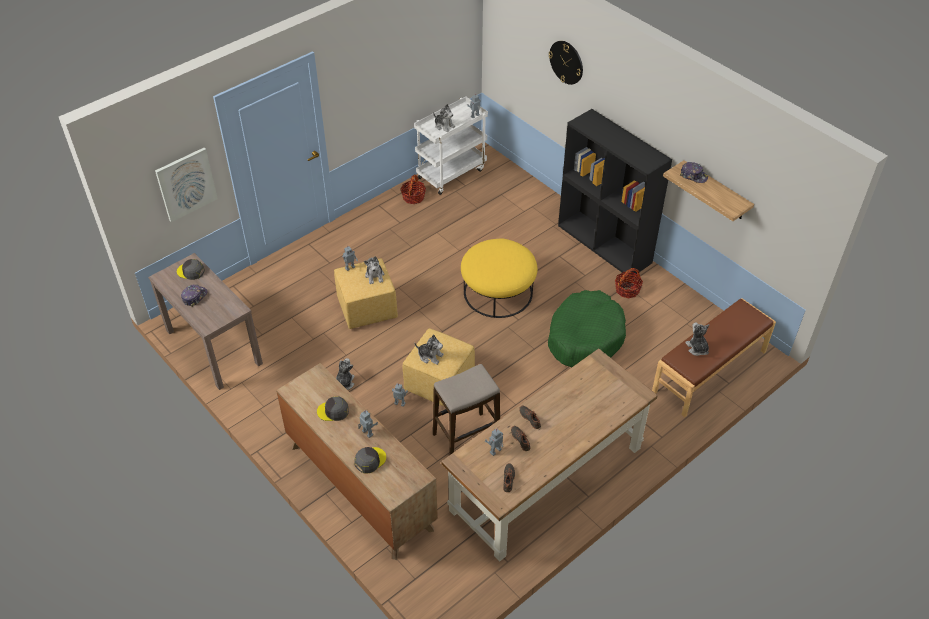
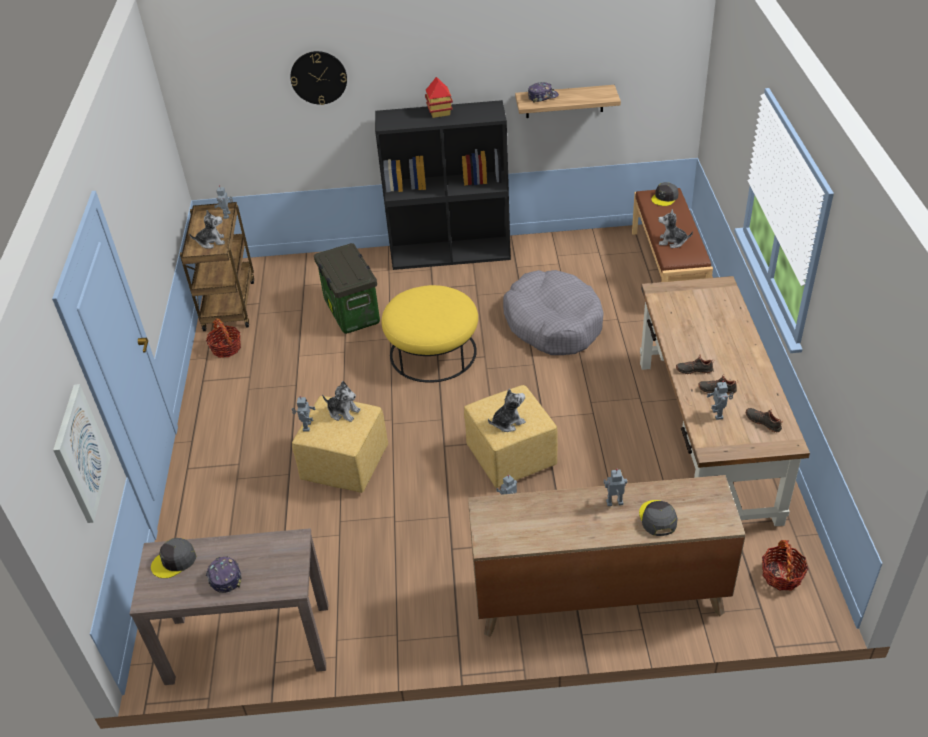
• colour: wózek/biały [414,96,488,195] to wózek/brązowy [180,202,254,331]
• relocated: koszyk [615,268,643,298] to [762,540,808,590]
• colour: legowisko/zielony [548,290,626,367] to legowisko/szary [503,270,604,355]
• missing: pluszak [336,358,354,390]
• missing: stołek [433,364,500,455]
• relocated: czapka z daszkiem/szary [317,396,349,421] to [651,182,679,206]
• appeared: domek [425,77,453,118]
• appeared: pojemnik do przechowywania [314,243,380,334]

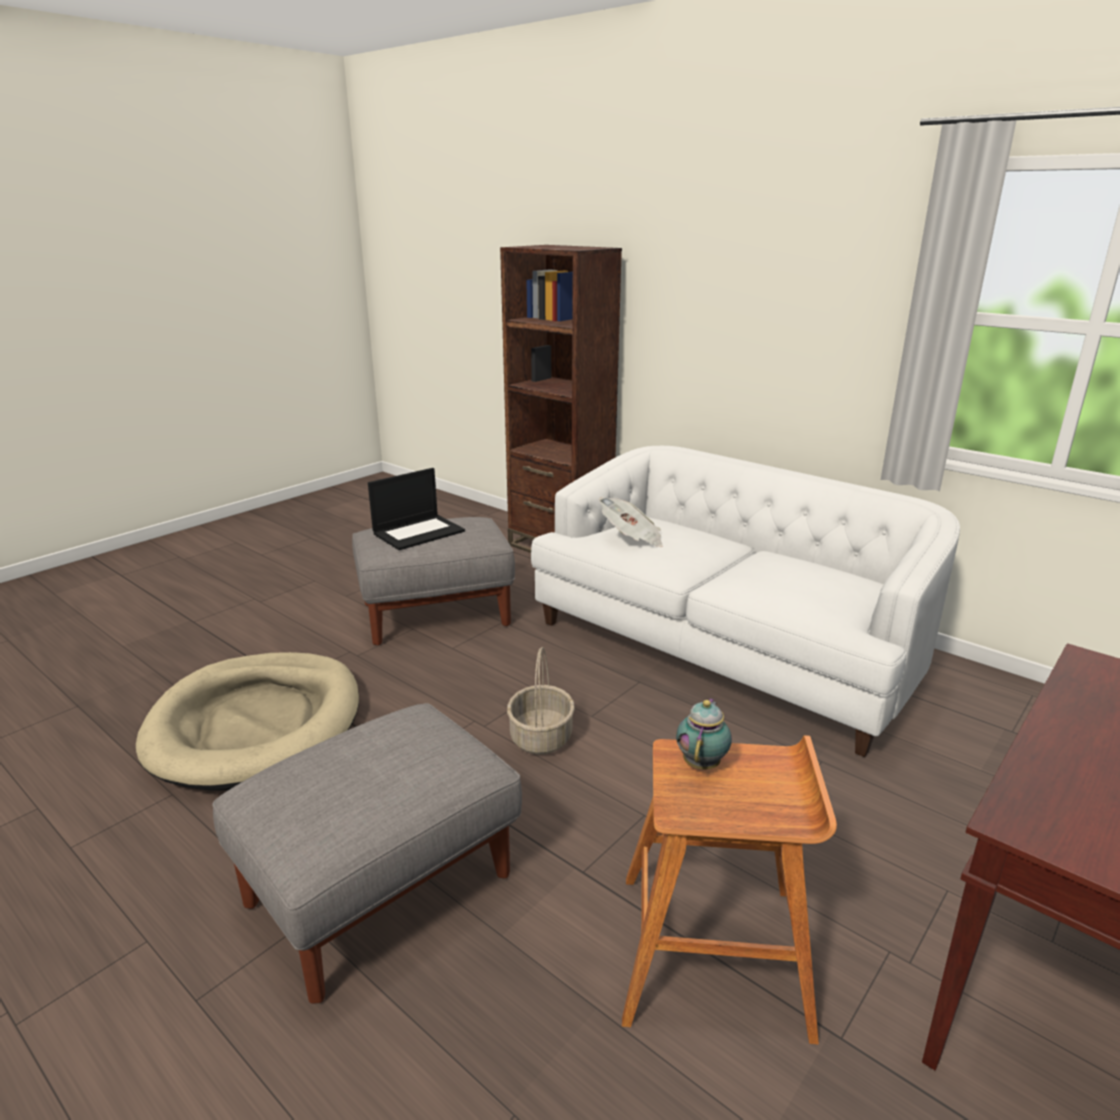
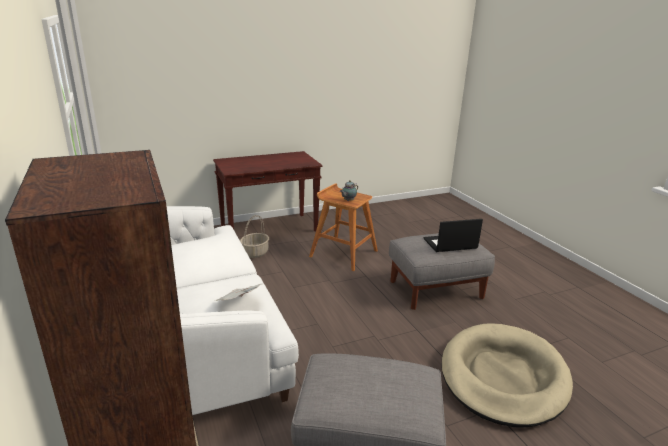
• relocated: laptop [368,468,465,550] to [423,219,483,252]
• relocated: koszyk [507,647,575,755] to [240,215,269,258]

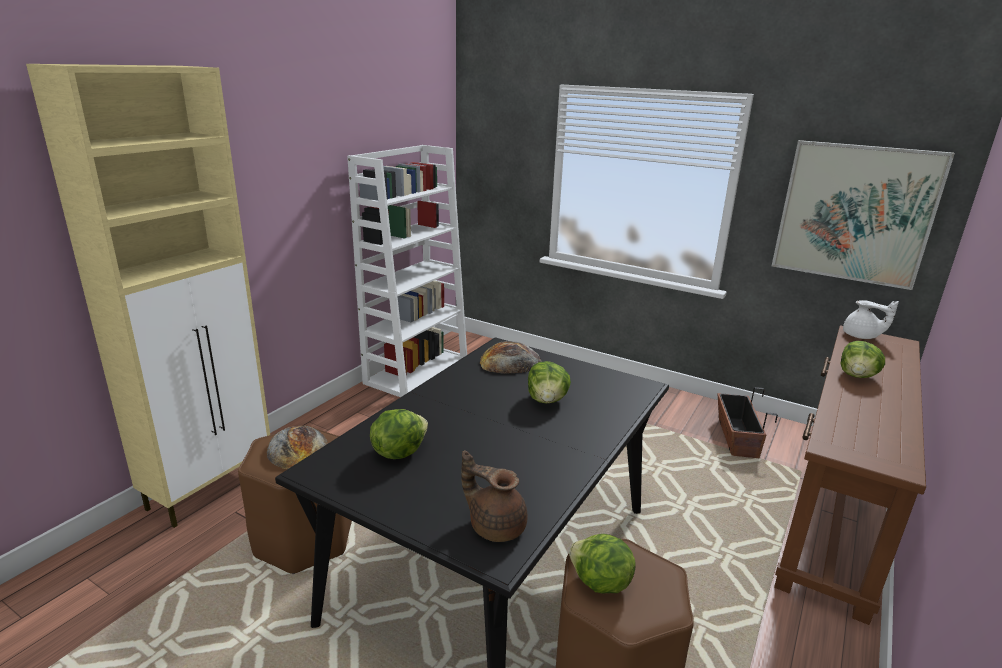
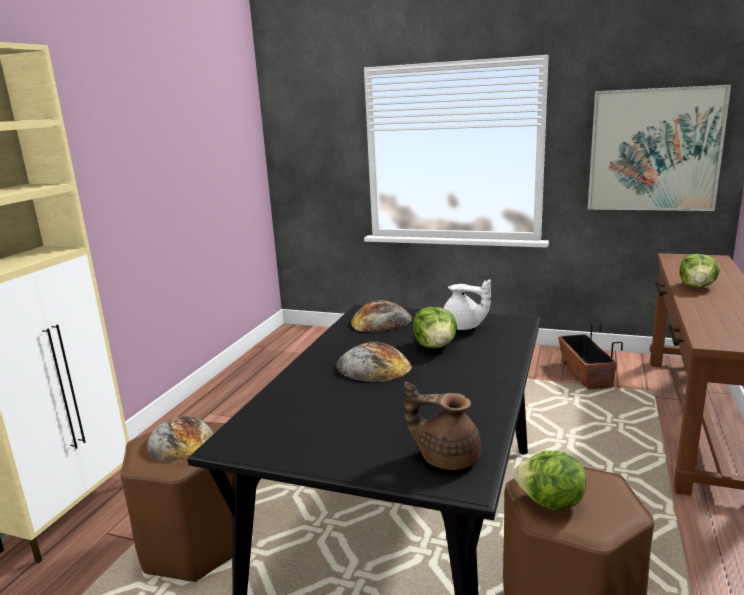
• missing: regał/biały [347,145,467,397]
• relocated: imbryk/biały [843,300,899,339] to [443,279,491,330]
• missing: sałata [370,409,428,459]
• appeared: chleb [336,341,412,382]

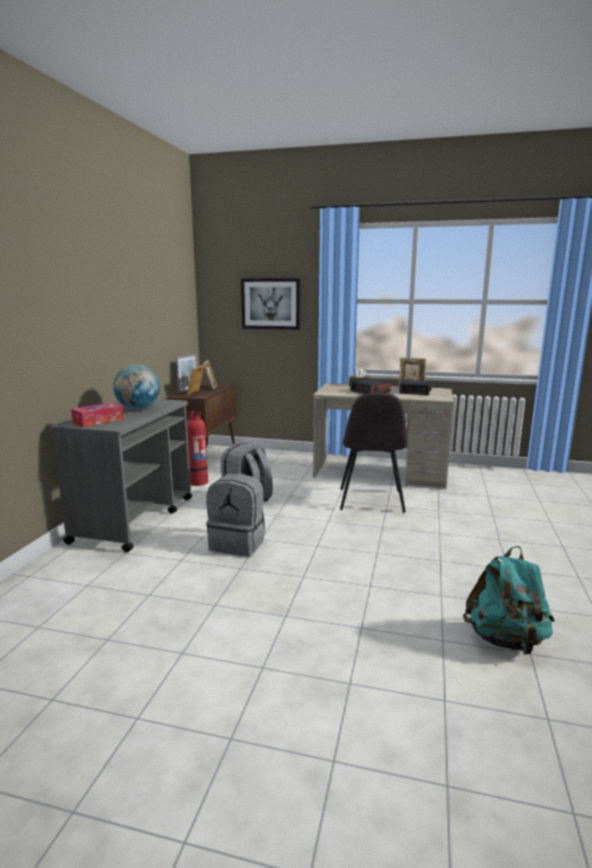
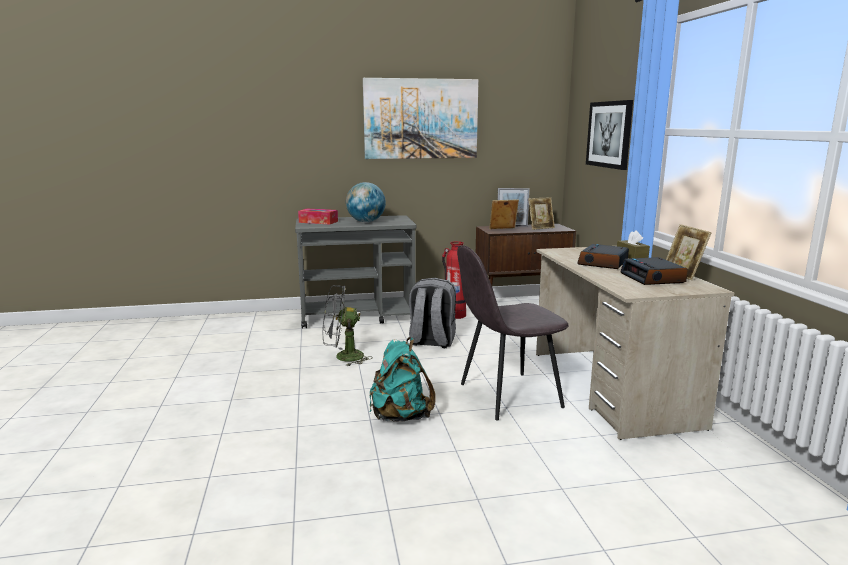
• exchanged: plecak/szary [206,473,265,556] to wentylator/szary [322,285,373,367]
• relocated: plecak/turkusowy [463,546,555,655] to [370,337,436,422]
• appeared: obraz [363,78,479,159]

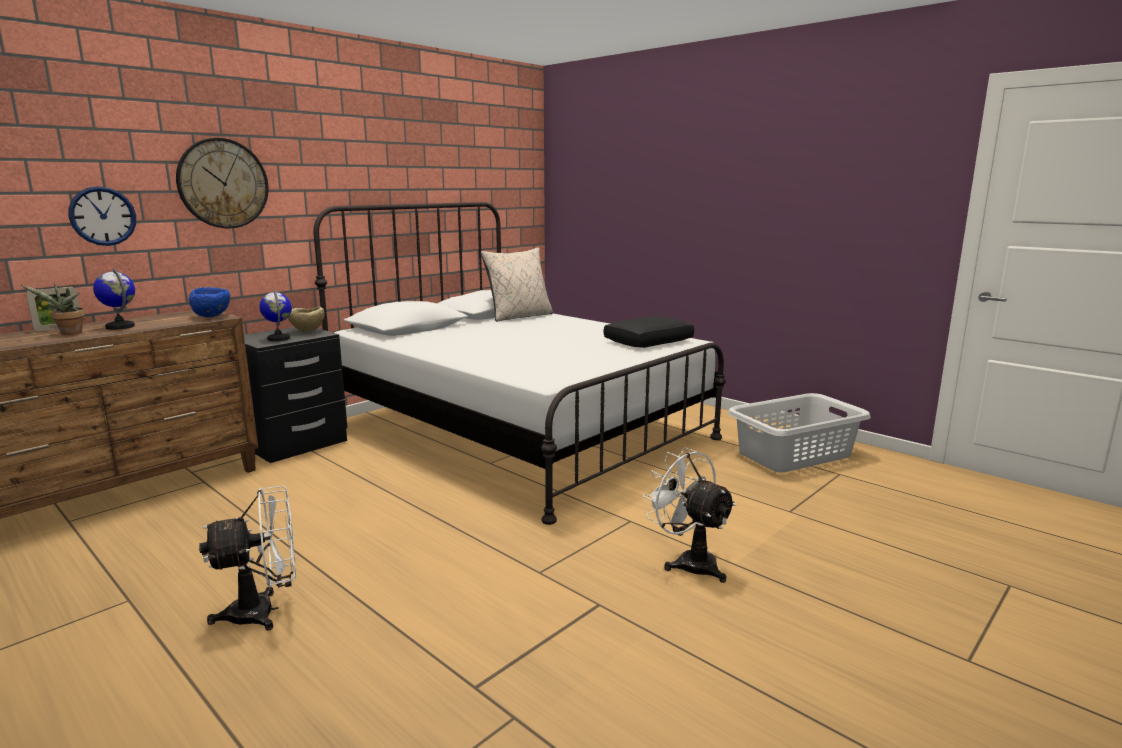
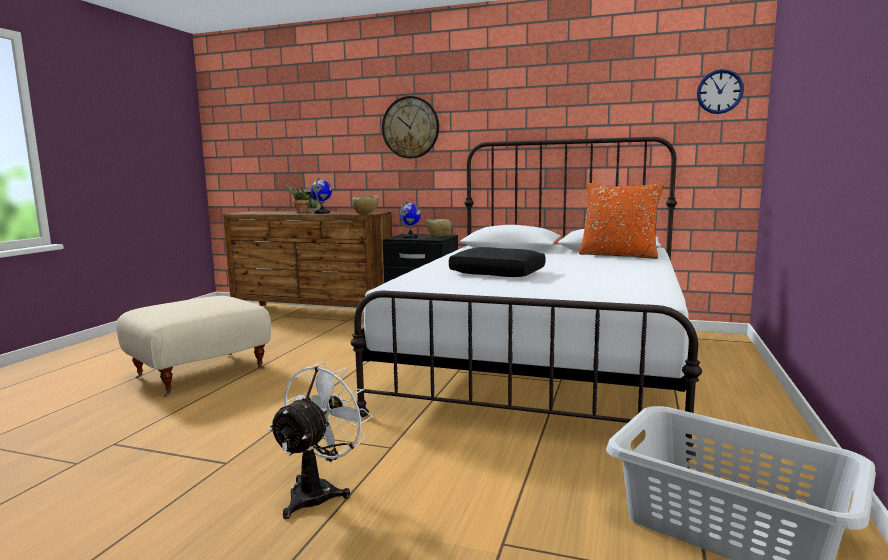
• relocated: zegar ścienny [68,186,136,246] to [697,69,744,114]
• colour: poduszka/beżowy [481,247,553,322] to poduszka/pomarańczowy [579,182,664,259]
• colour: miska/niebieski [189,287,230,317] to miska/beżowy [352,195,379,214]
• relocated: poduszka/czarny [604,316,694,348] to [449,247,546,277]
• exchanged: wentylator/biały [199,486,296,630] to pufa/beżowy [116,296,271,397]

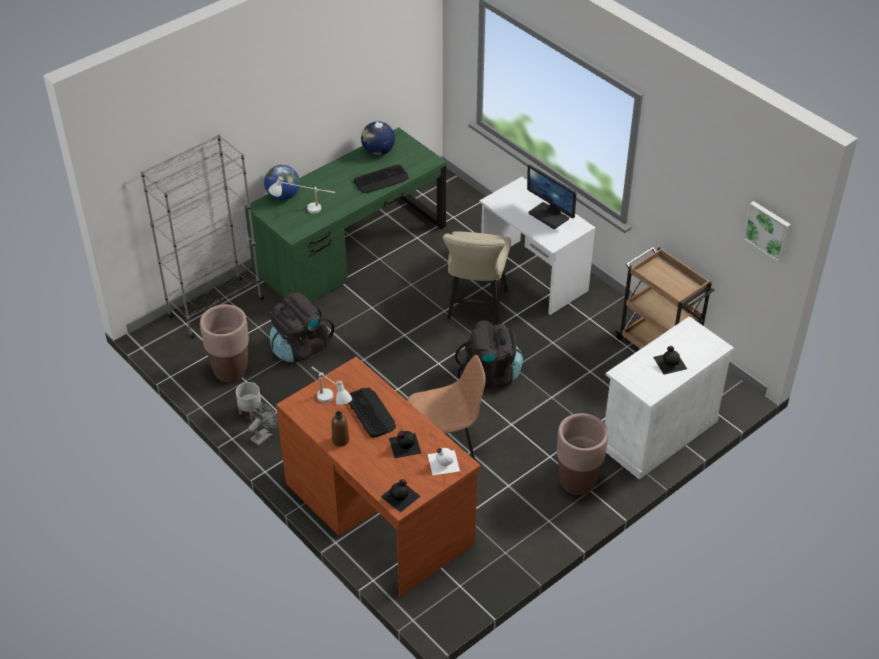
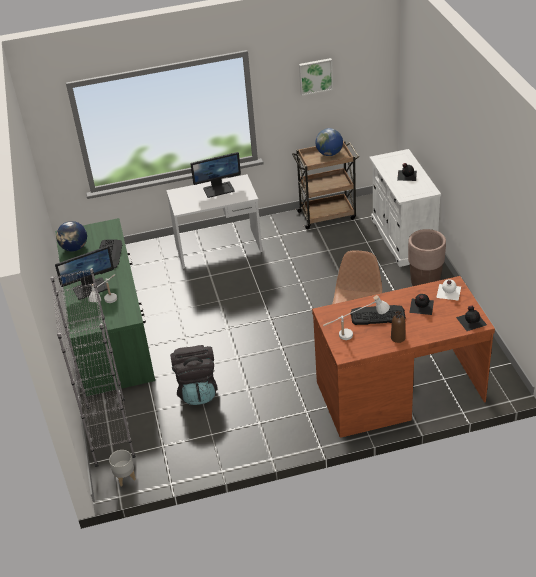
• relocated: globus [264,165,300,200] to [315,128,343,156]
• relocated: obraz [743,201,791,262] to [299,58,333,96]
• missing: krzesło/beżowy [443,231,511,325]
• missing: donica/brązowy [200,304,249,382]
• missing: plecak/czarny [455,320,523,388]
• relocated: donica/szary [236,382,262,421] to [109,450,136,486]
• missing: wentylator/szary [248,402,278,446]
• appeared: monitor [55,246,114,300]

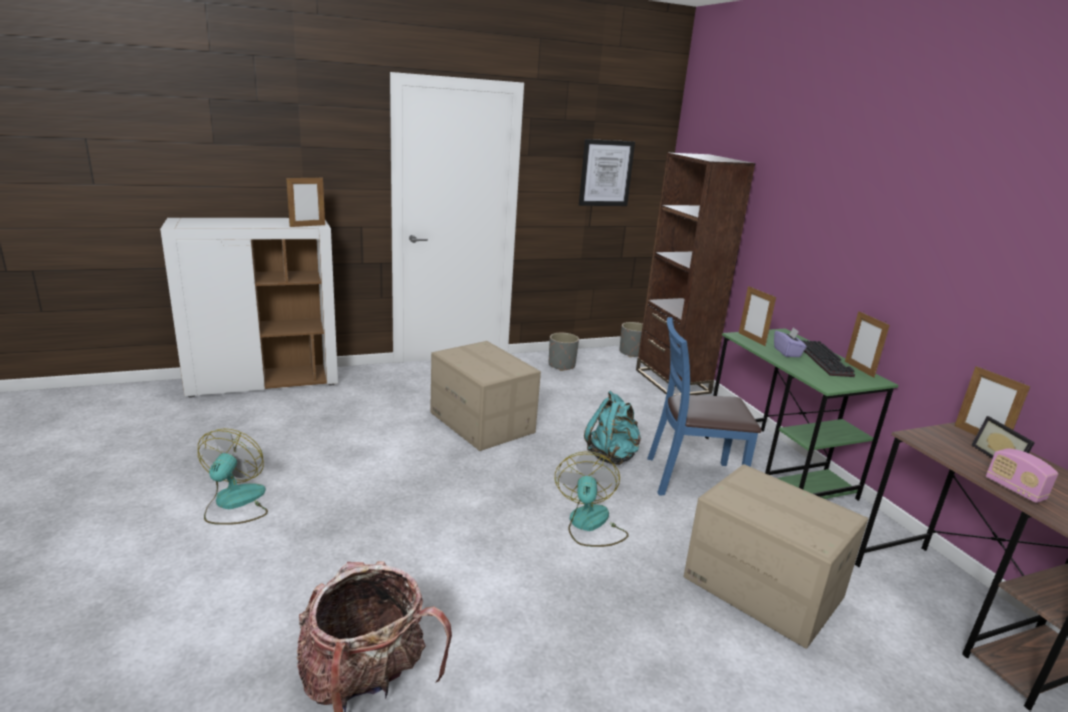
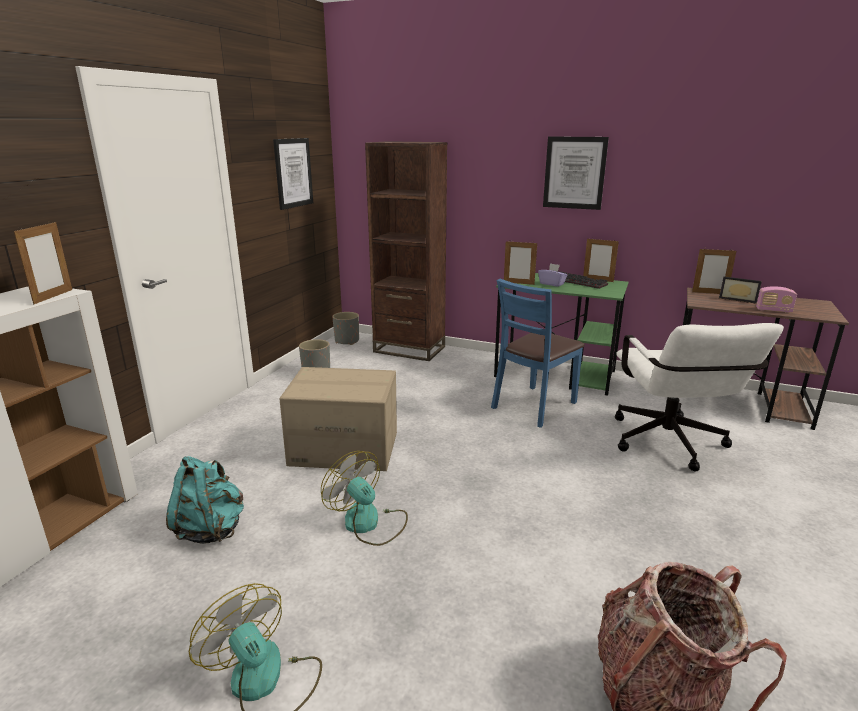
• relocated: plecak/turkusowy [584,391,641,465] to [166,456,244,544]
• relocated: wentylator [555,451,629,547] to [321,451,408,546]
• exchanged: karton [684,464,868,649] to krzesło biurowe/biały [615,323,784,471]
• appeared: obraz [543,136,609,210]

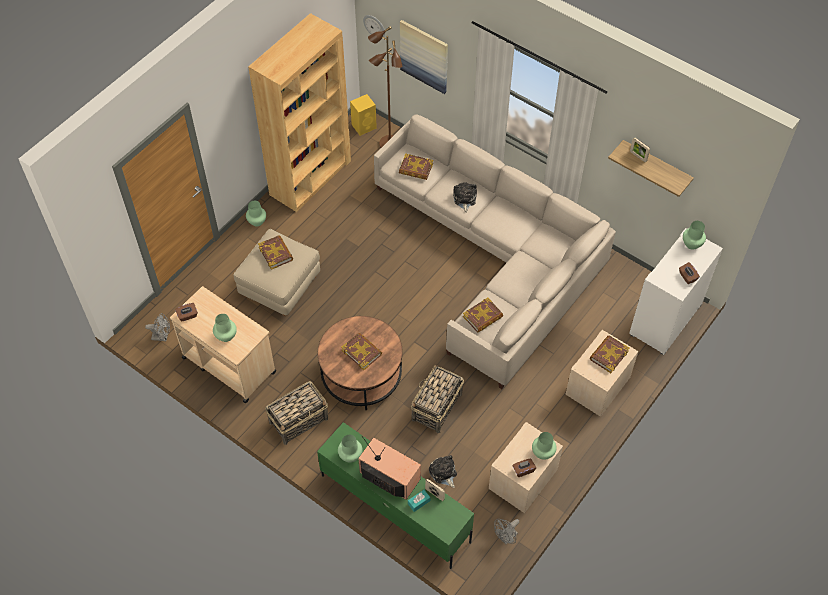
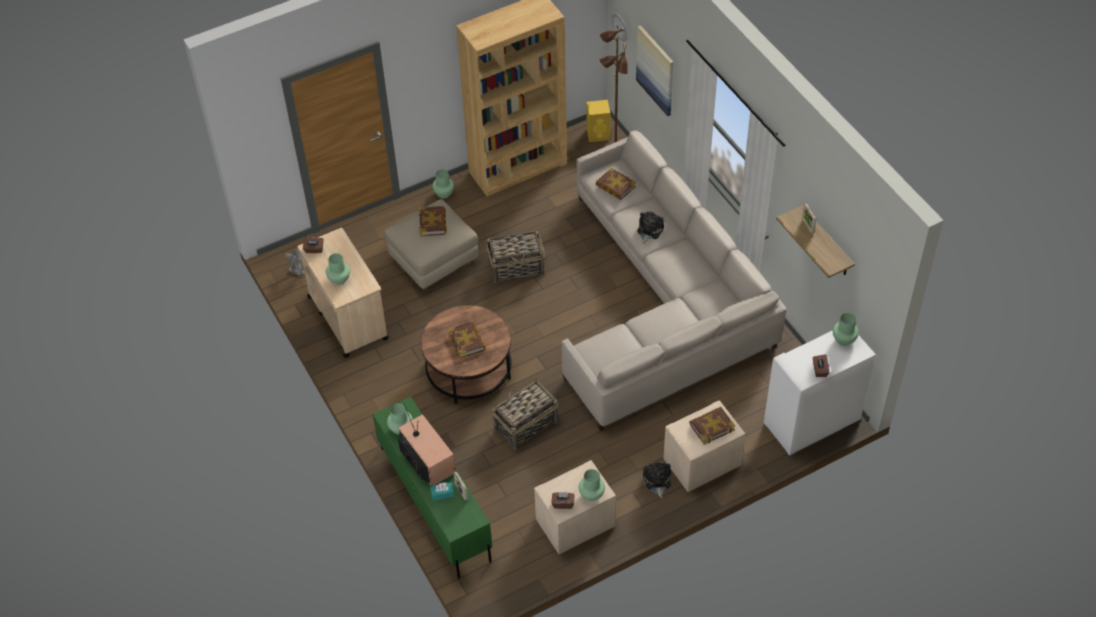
• missing: książka [463,298,503,333]
• relocated: koszyk [265,381,328,445] to [486,231,546,283]
• relocated: pluszak [429,455,457,488] to [643,462,671,498]
• missing: wentylator/szary [494,519,519,544]

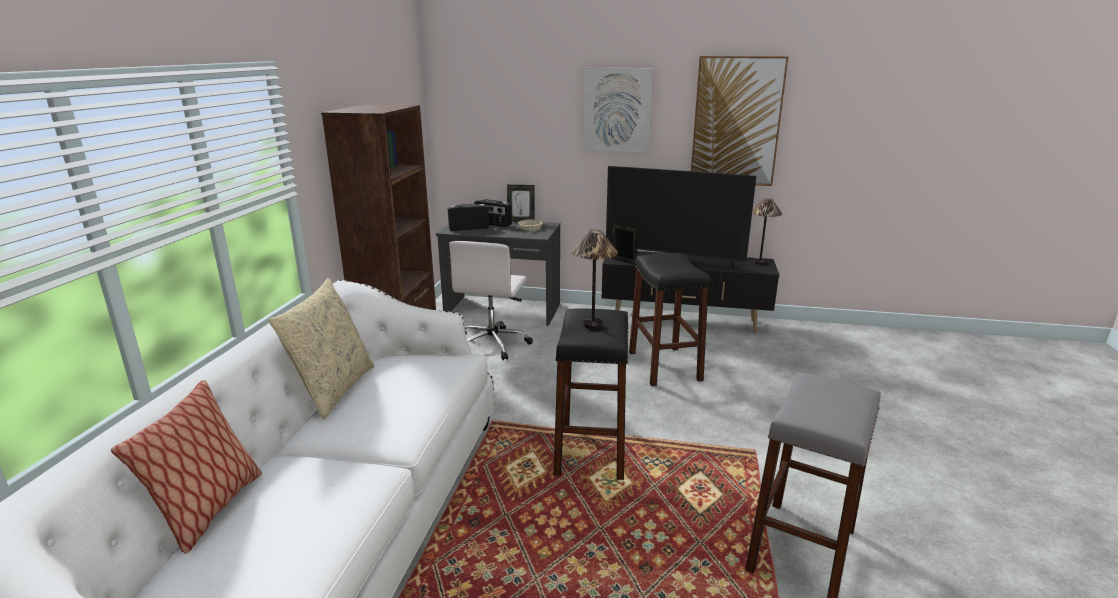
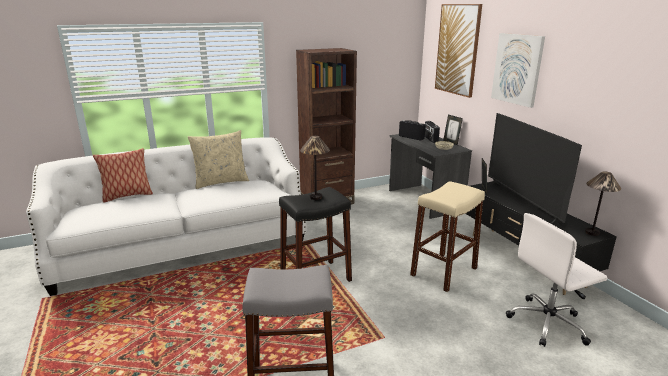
• relocated: obraz [691,56,788,186] to [435,4,482,98]
• relocated: krzesło biurowe/biały [449,241,533,360] to [506,213,607,347]
• colour: stołek/czarny [629,253,710,386] to stołek/beżowy [410,181,485,292]

